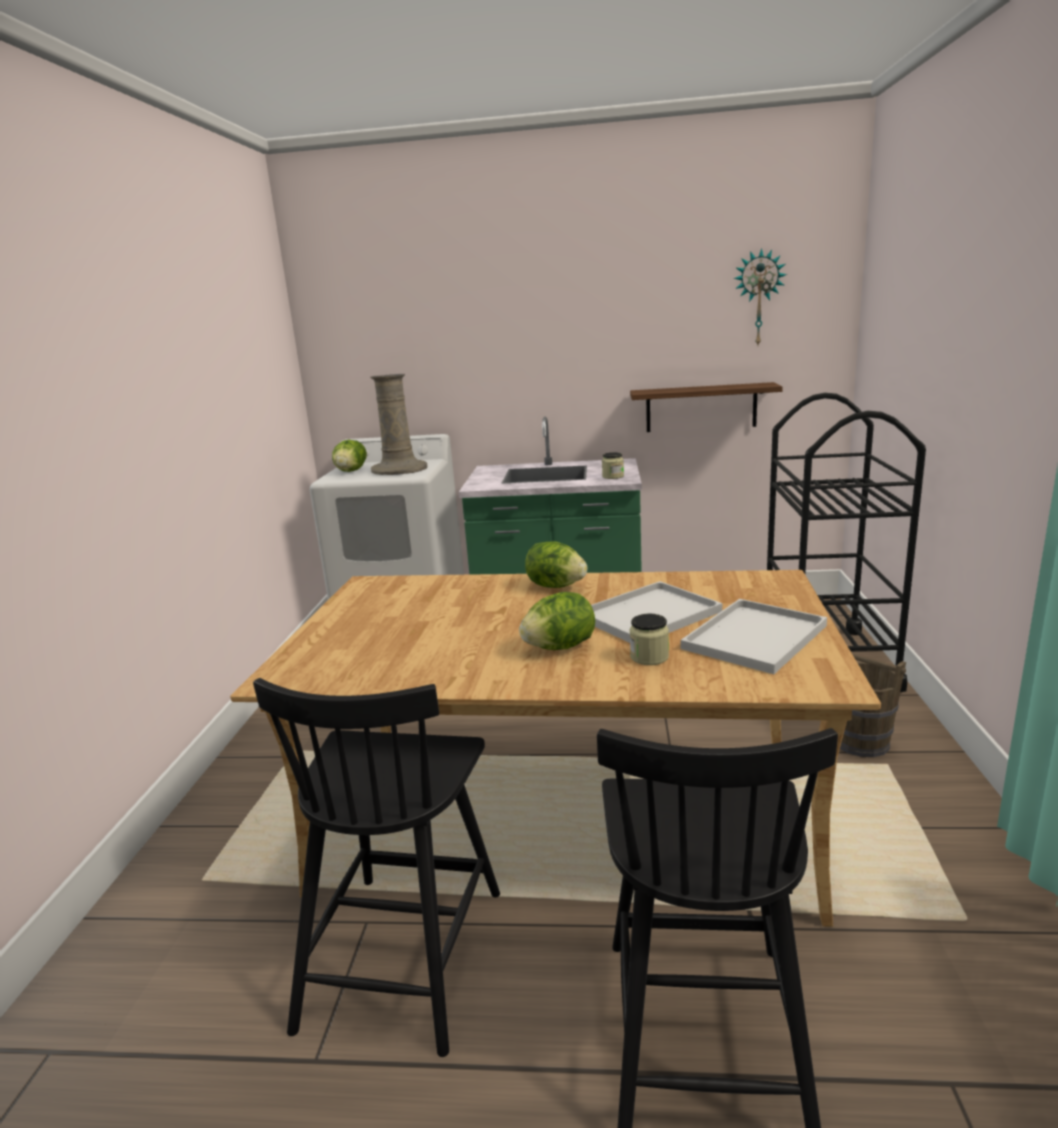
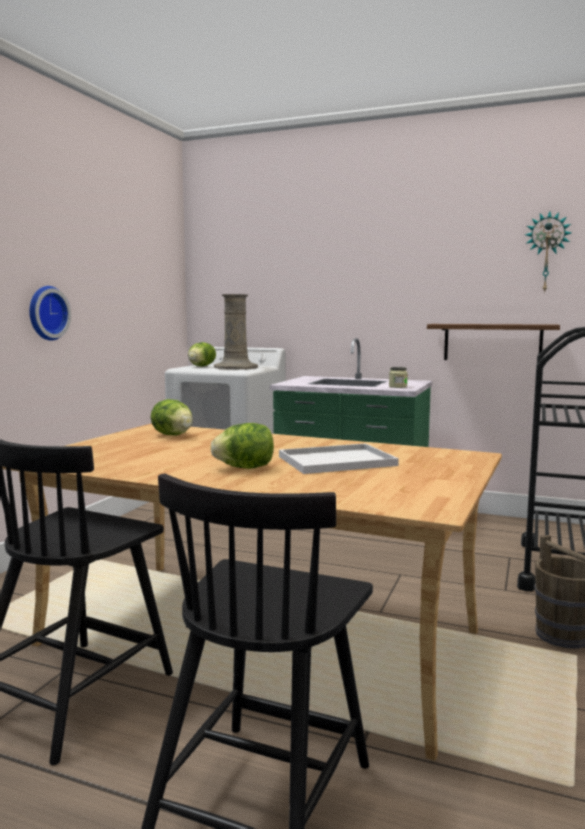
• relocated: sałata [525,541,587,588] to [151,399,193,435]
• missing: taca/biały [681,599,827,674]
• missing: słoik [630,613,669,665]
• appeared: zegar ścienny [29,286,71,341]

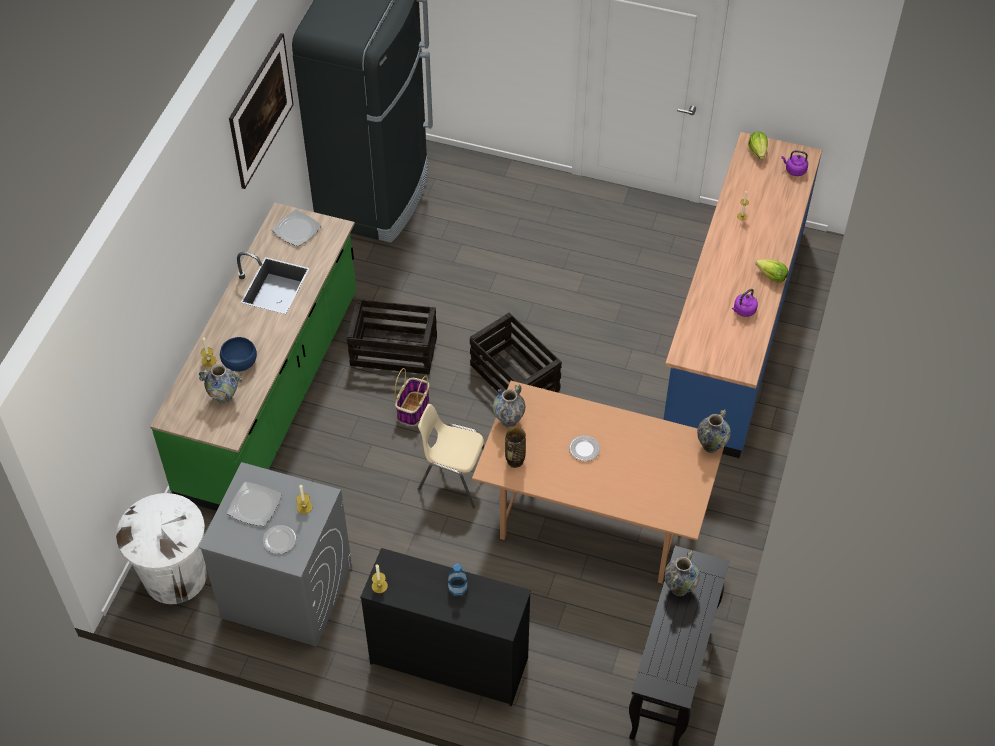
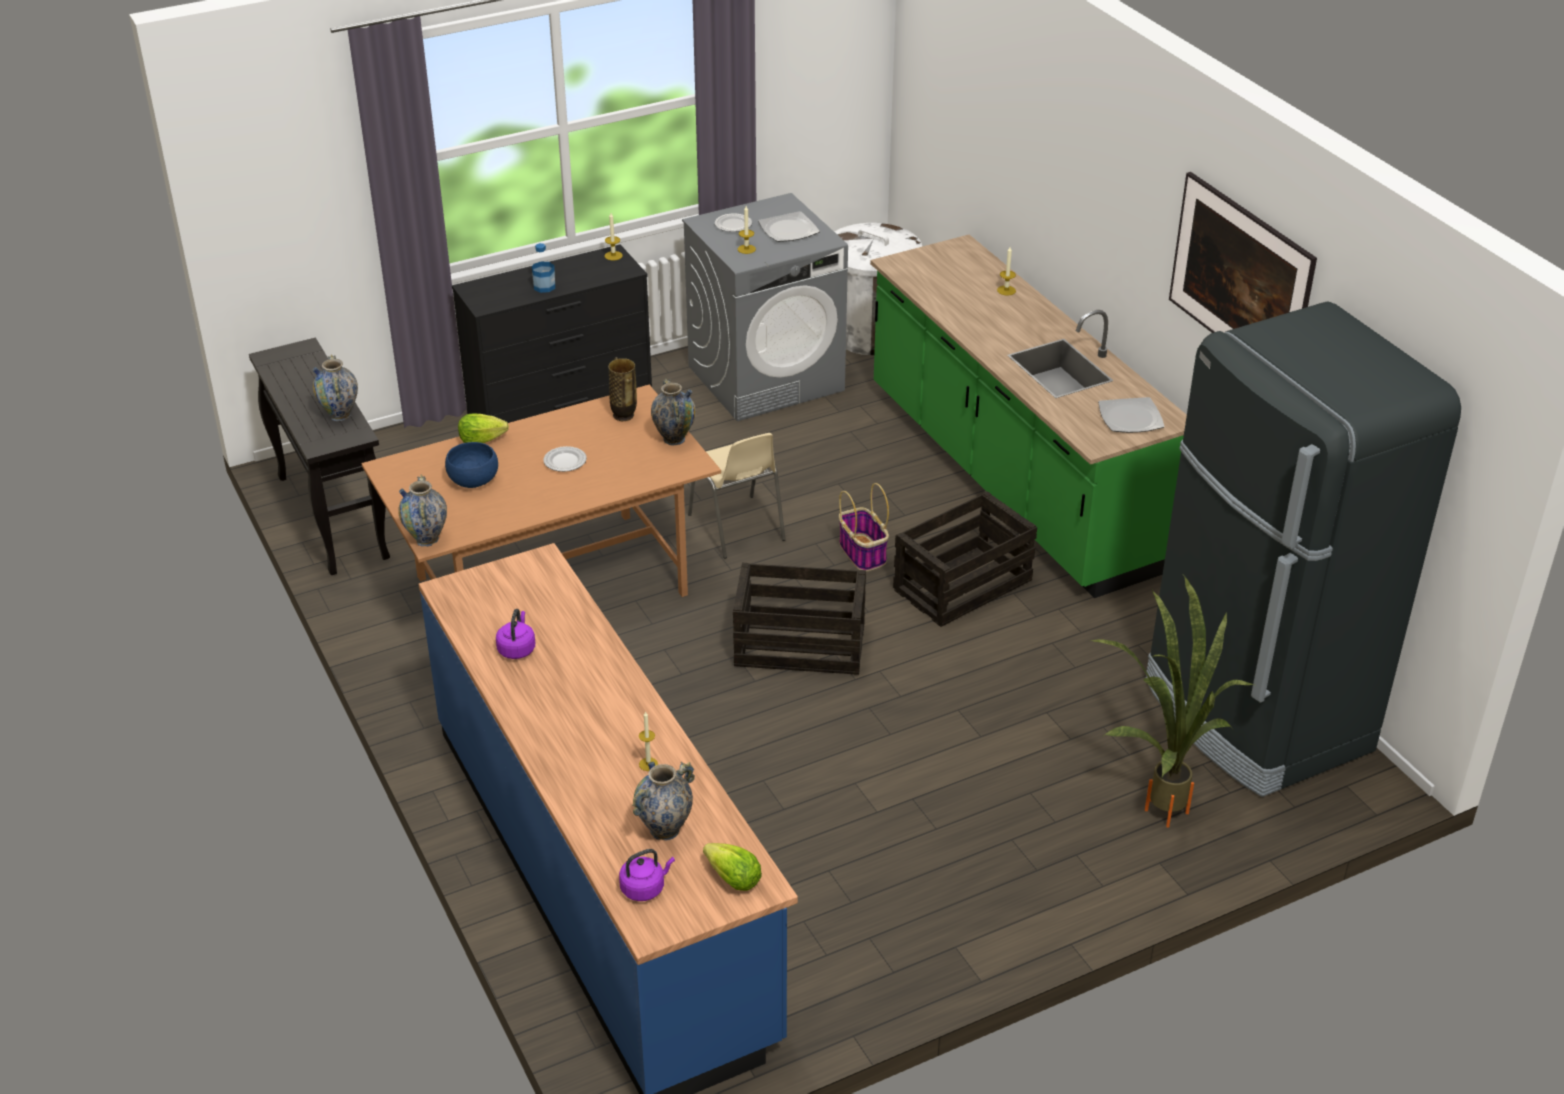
• relocated: sałata [755,259,788,283] to [458,414,509,443]
• relocated: miska/niebieski [220,337,257,372] to [445,442,498,488]
• relocated: wazon [198,364,242,404] to [632,762,695,841]
• spun: krzesło/beżowy [418,404,484,508] = [688,433,786,559] 90 degrees clockwise
• appeared: roślina doniczkowa [1090,576,1254,828]

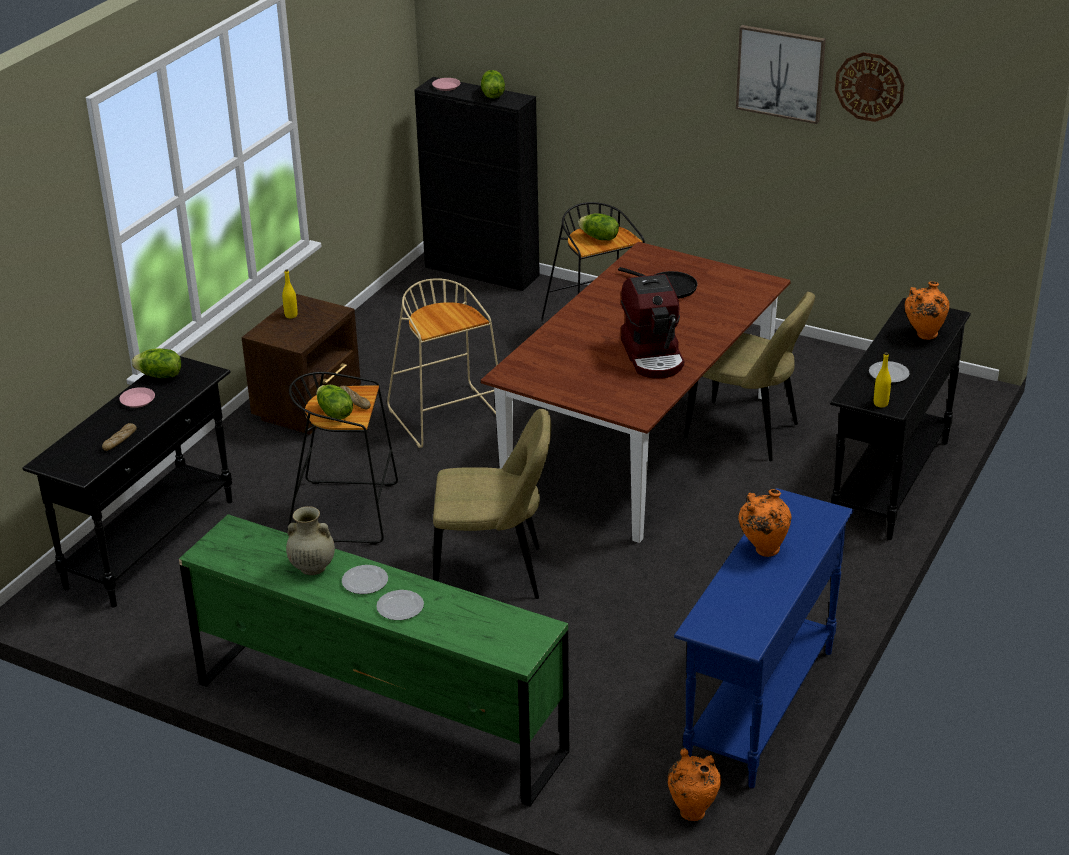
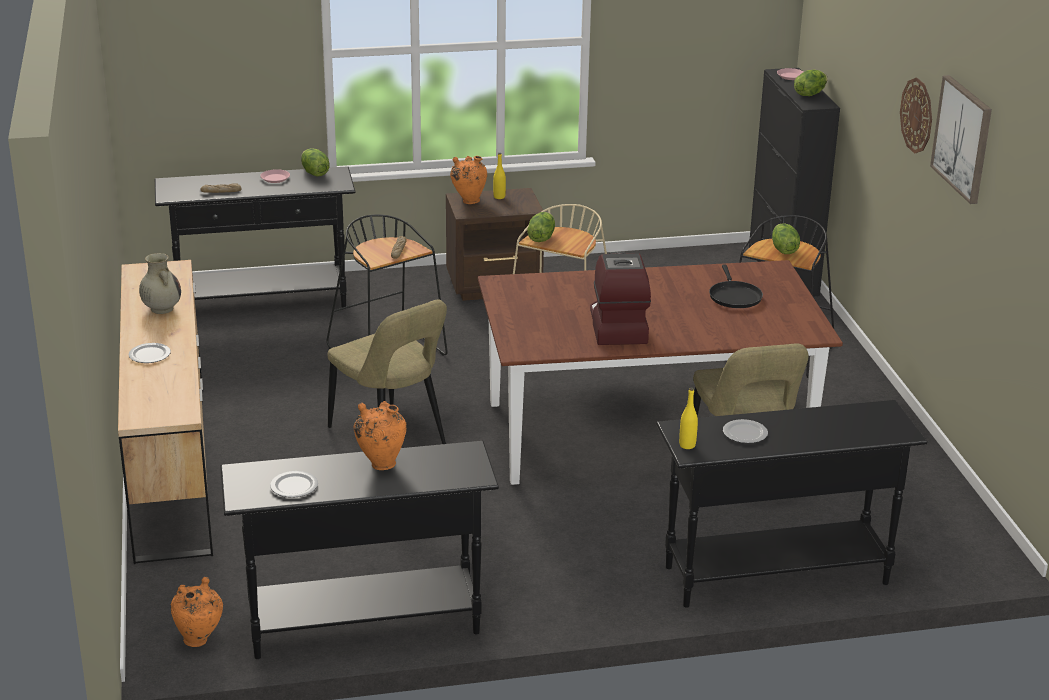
• relocated: zegar ścienny [835,52,905,122] to [900,77,932,154]
• spun: ekspres do kawy [621,274,684,379] = [590,252,651,345] 135 degrees clockwise
• relocated: wazon/pomarańczowy [904,281,949,340] to [450,156,487,204]
• relocated: sałata [316,385,353,420] to [527,212,555,242]
• colour: stolik konsolowy/niebieski [674,488,853,788] to stolik konsolowy/czarny [220,441,499,659]
• colour: komoda/zielony [179,514,569,807] to komoda/brązowy [118,260,213,564]
• relocated: talerz [342,565,388,594] to [270,471,318,498]

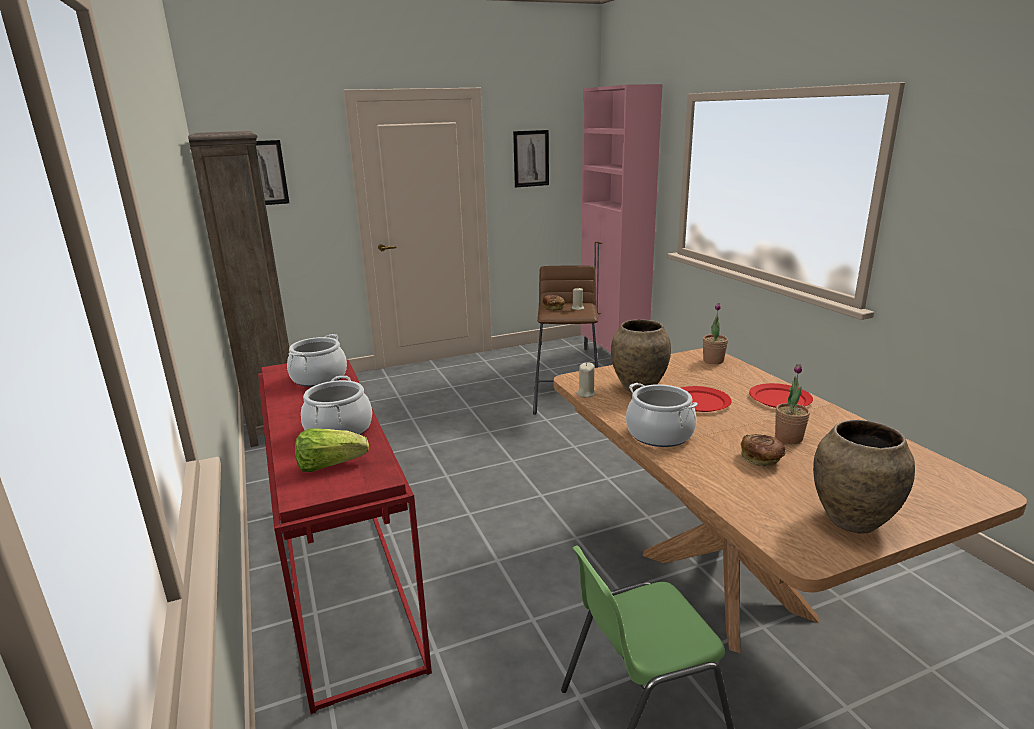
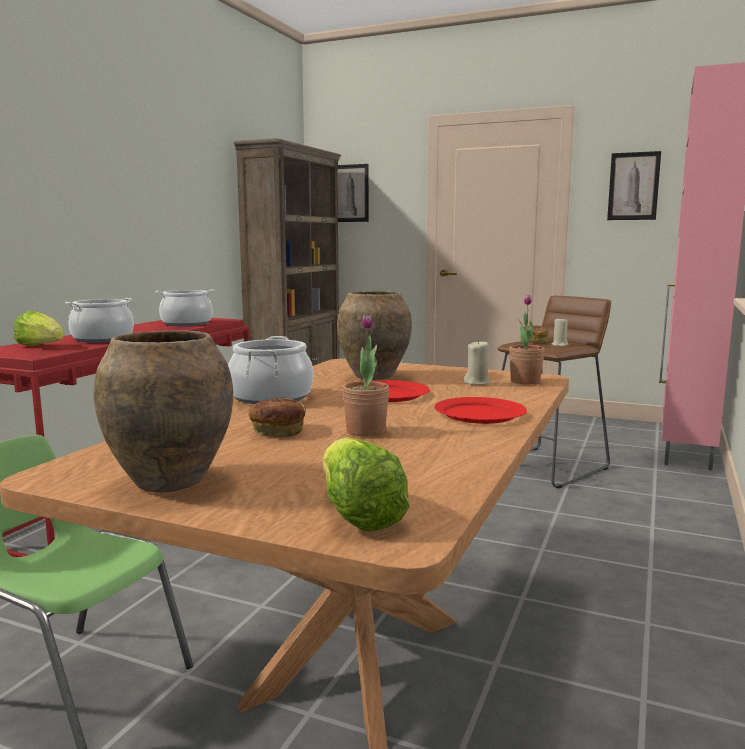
• relocated: świeca/beżowy [577,363,596,398] to [464,340,491,385]
• appeared: sałata [323,437,409,531]

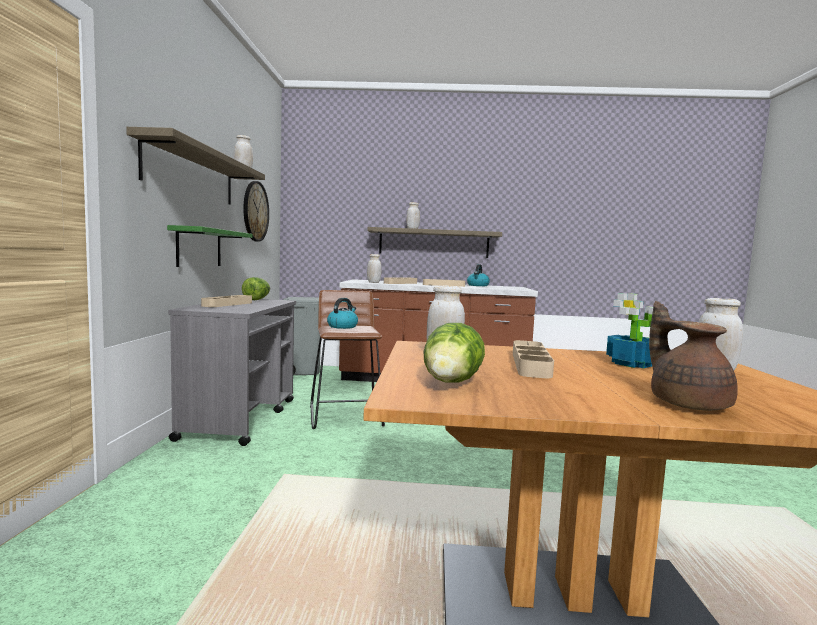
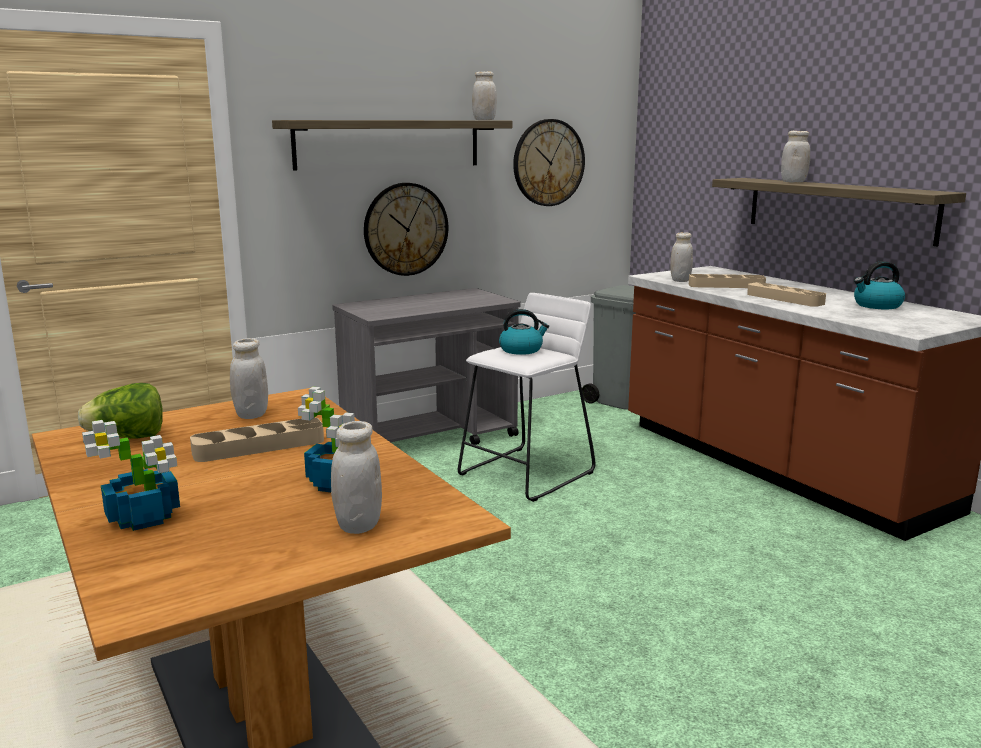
• exchanged: półka/zielony [167,225,253,267] to zegar ścienny [364,183,448,276]
• missing: sałata [242,277,270,300]
• colour: stołek/brązowy [310,290,385,429] to stołek/biały [458,293,595,502]
• missing: taca/beżowy [201,295,252,307]
• exchanged: imbryk/brązowy [649,301,738,411] to roślina doniczkowa [82,420,180,531]

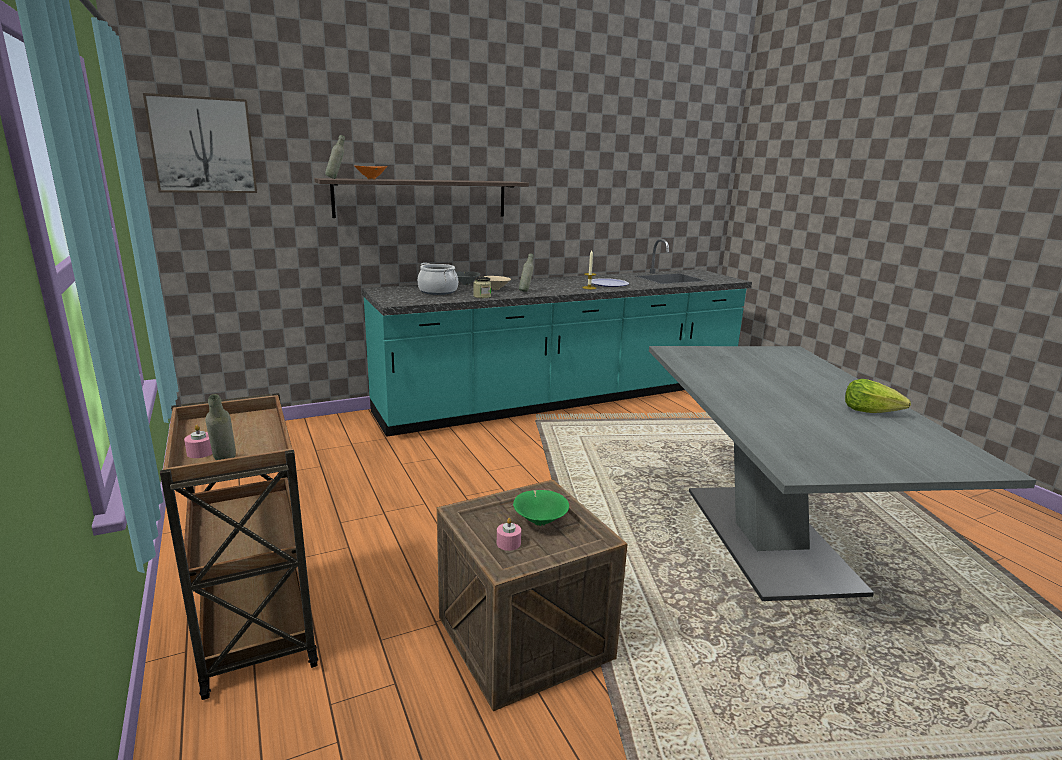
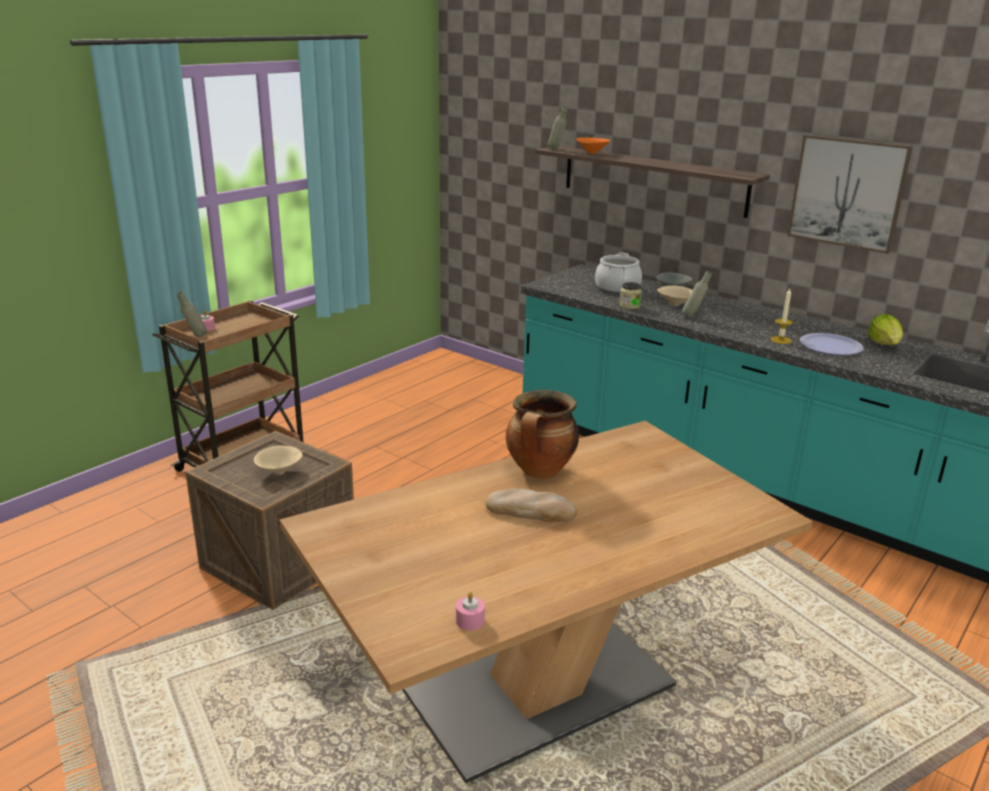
• relocated: obraz [143,93,257,193] to [787,134,913,254]
• colour: stół jadalny/szary [649,346,1037,601] to stół jadalny/brązowy [280,421,813,783]
• relocated: sałata [845,379,911,413] to [868,314,903,345]
• colour: miska/zielony [513,490,569,526] to miska/beżowy [254,445,302,475]
• relocated: świeca/różowy [497,518,521,551] to [456,592,485,630]
• appeared: garnek [506,390,579,479]
• appeared: chleb [485,488,577,522]

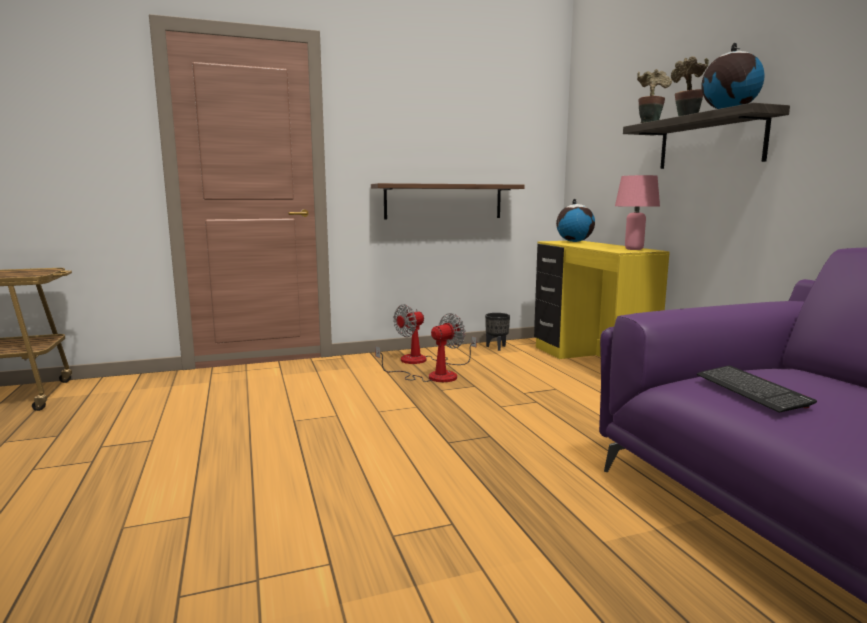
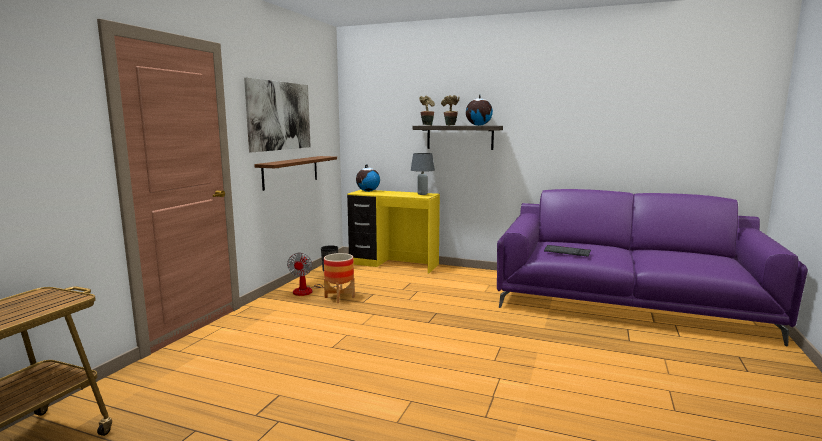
• colour: lampa stołowa/różowy [615,175,660,250] to lampa stołowa/szary [411,153,435,195]
• exchanged: wentylator [375,313,465,382] to donica [324,253,355,303]
• appeared: obraz [244,77,311,152]

